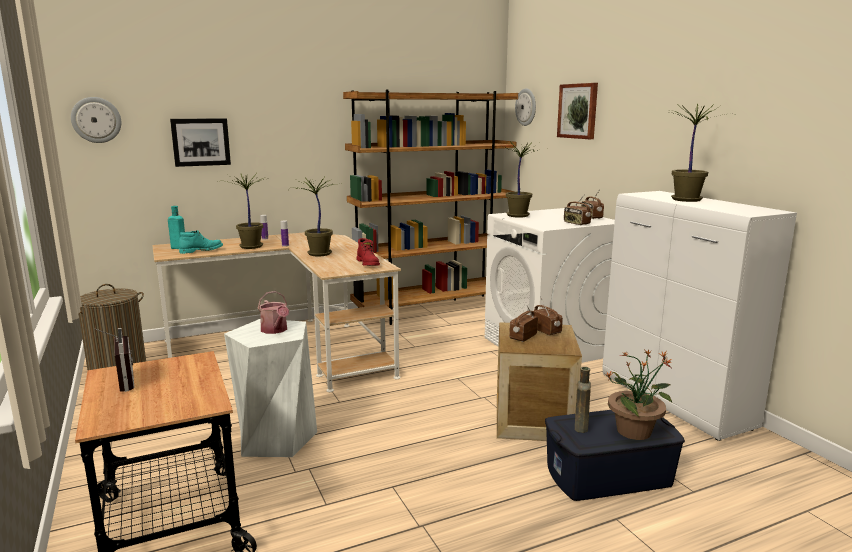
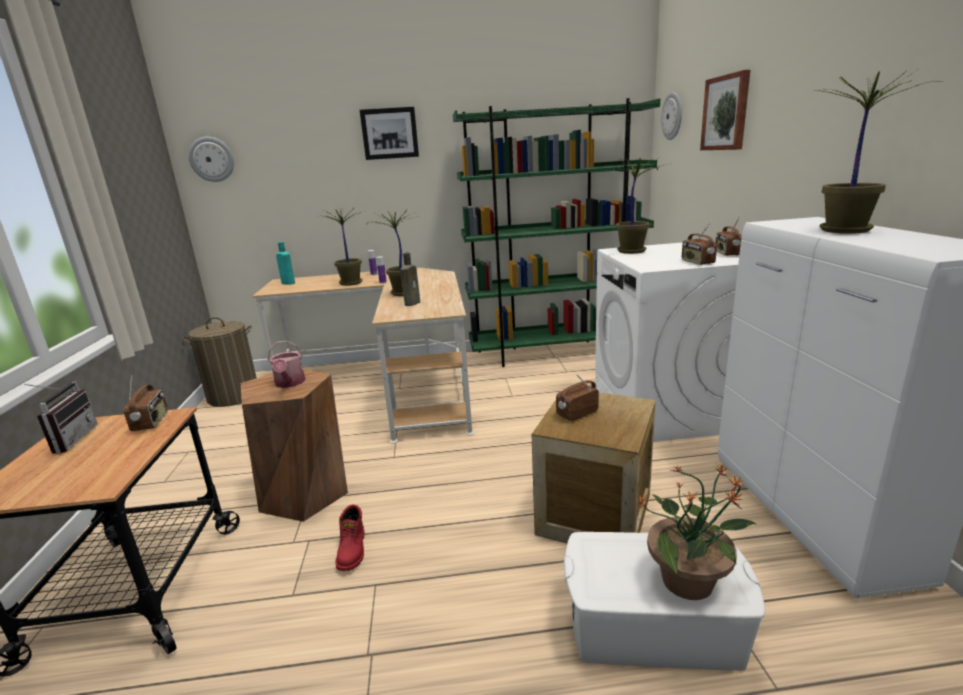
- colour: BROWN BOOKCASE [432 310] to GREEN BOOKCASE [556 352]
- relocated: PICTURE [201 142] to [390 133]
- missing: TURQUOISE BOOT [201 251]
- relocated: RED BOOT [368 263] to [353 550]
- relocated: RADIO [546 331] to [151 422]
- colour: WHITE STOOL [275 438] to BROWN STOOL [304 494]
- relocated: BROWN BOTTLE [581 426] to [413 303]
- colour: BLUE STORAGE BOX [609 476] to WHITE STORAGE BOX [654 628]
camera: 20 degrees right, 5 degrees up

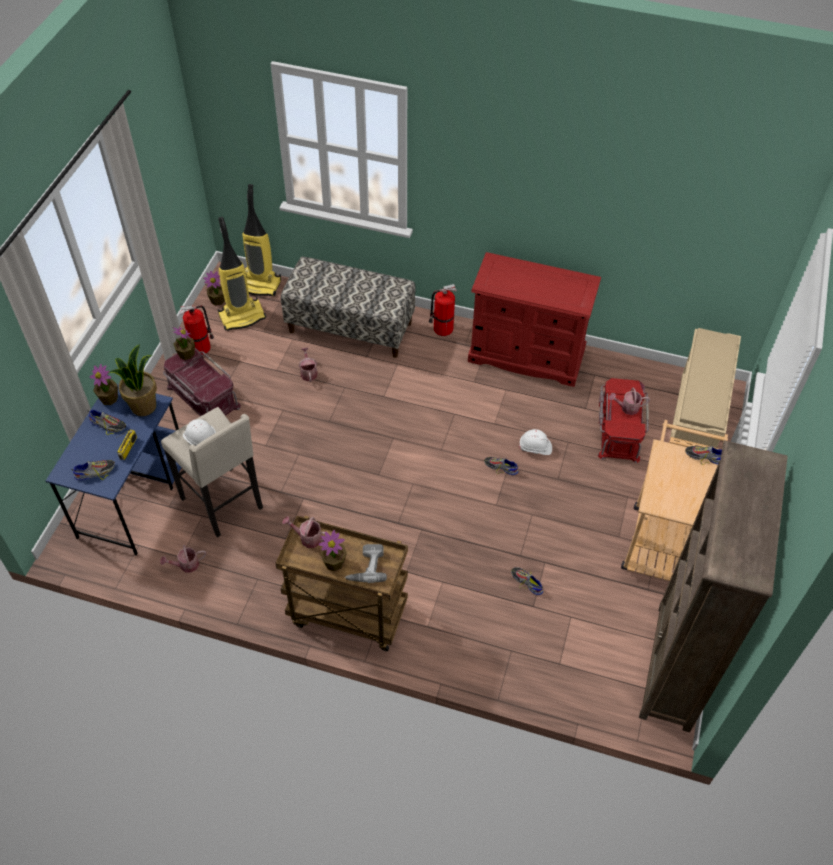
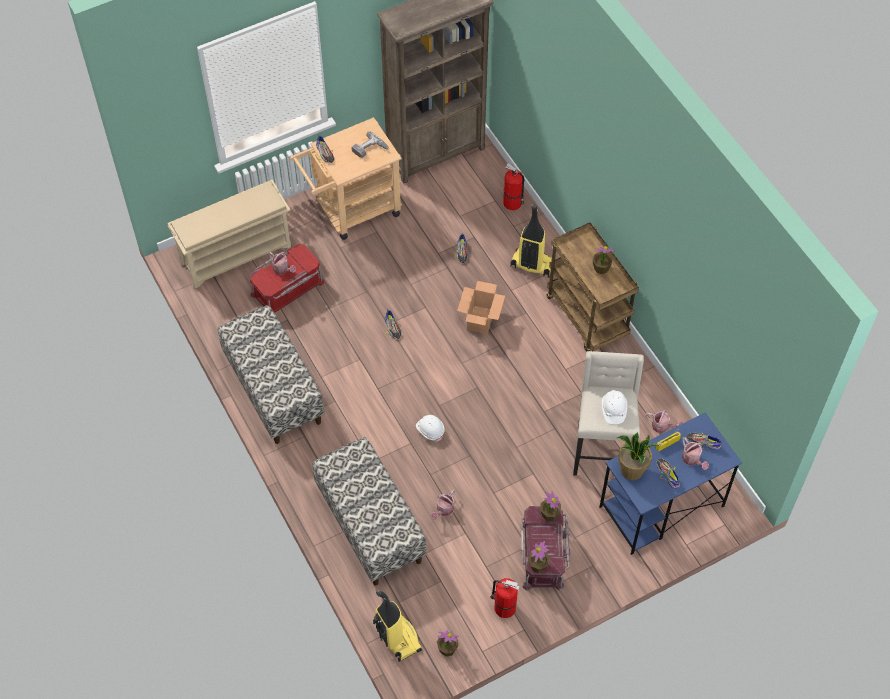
- relocated: VACUUM CLEANER [242 316] to [532 265]
- exchanged: RED DRESSER [526 355] to BENCH [273 390]
- relocated: FIRE EXTINGUISHER [442 329] to [513 203]
- relocated: POTTED PLANT [109 398] to [549 514]
- relocated: WHITE HARD HAT [535 447] to [430 430]
- relocated: WATERING CAN [308 538] to [692 460]
- relocated: POWER DRILL [366 566] to [370 149]
- appeared: CARDBOARD BOX [480 319]
camera: 135 degrees left, 5 degrees up

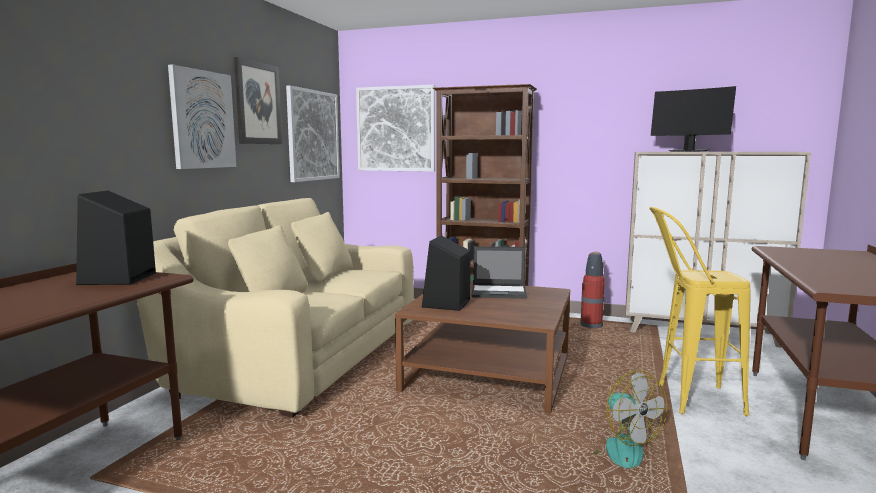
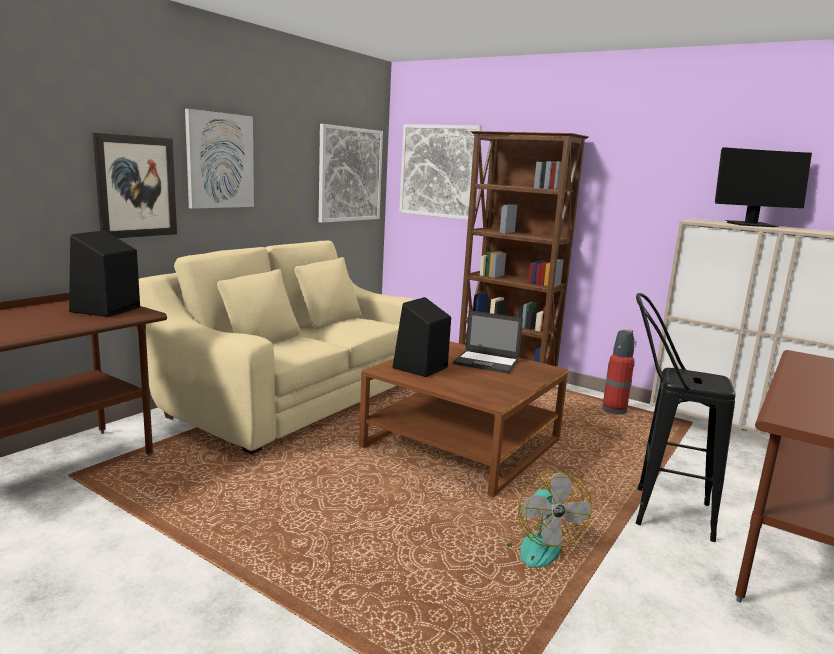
- relocated: PICTURE [258 103] to [136 186]
- spun: MONITOR [688 151] = [751 225] 60 degrees counterclockwise
- colour: YELLOW STOOL [686 399] to BLACK STOOL [657 510]
camera: 15 degrees right, 5 degrees up

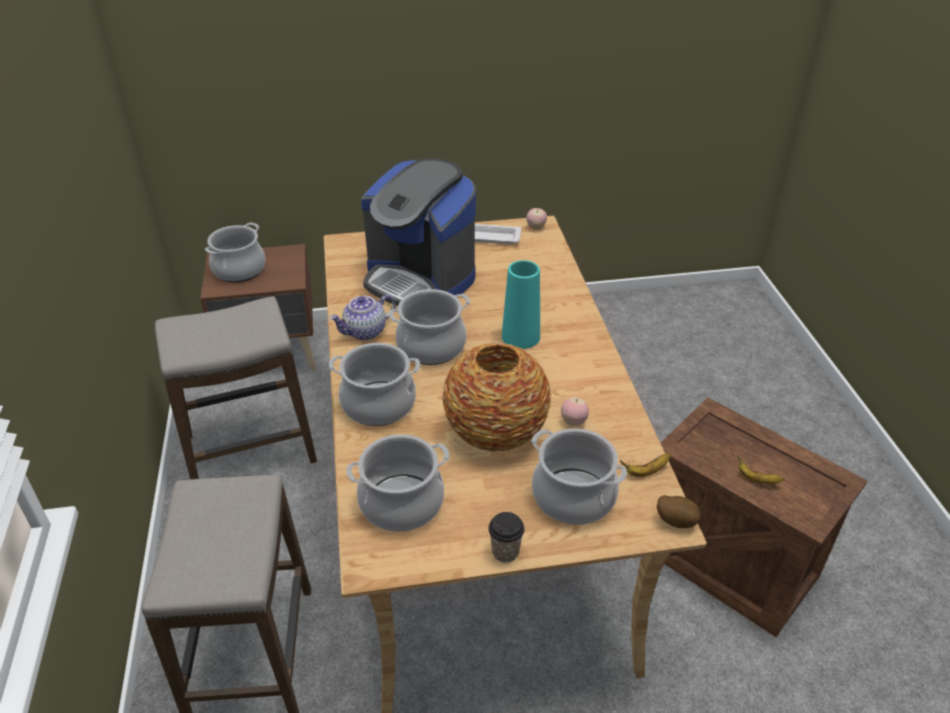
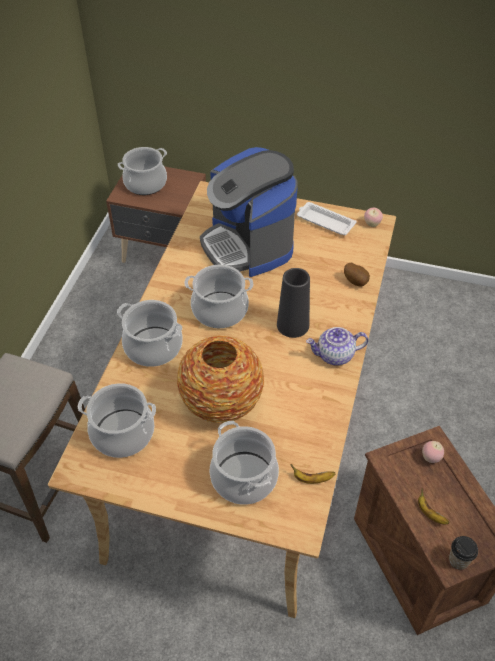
- colour: TURQUOISE VASE [520 336] to BLACK VASE [293 325]
- relocated: TEAPOT [365 332] to [335 355]
- missing: STOOL [250 449]
- relocated: APPLE [573 422] to [430 458]
- relocated: POTATO [675 521] to [356 281]
- relocated: CUP [505 551] to [458 560]
camera: 25 degrees right, 10 degrees up

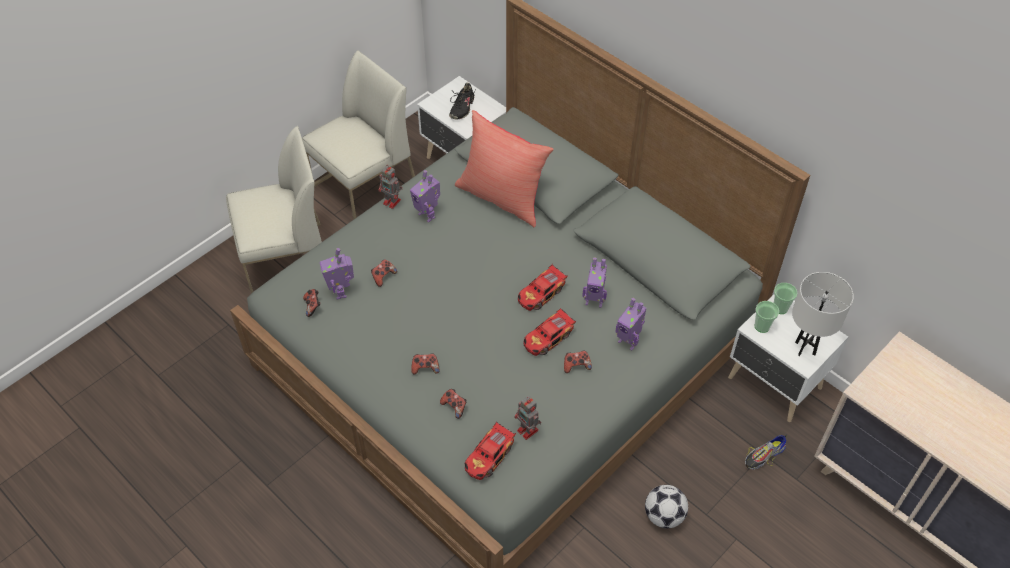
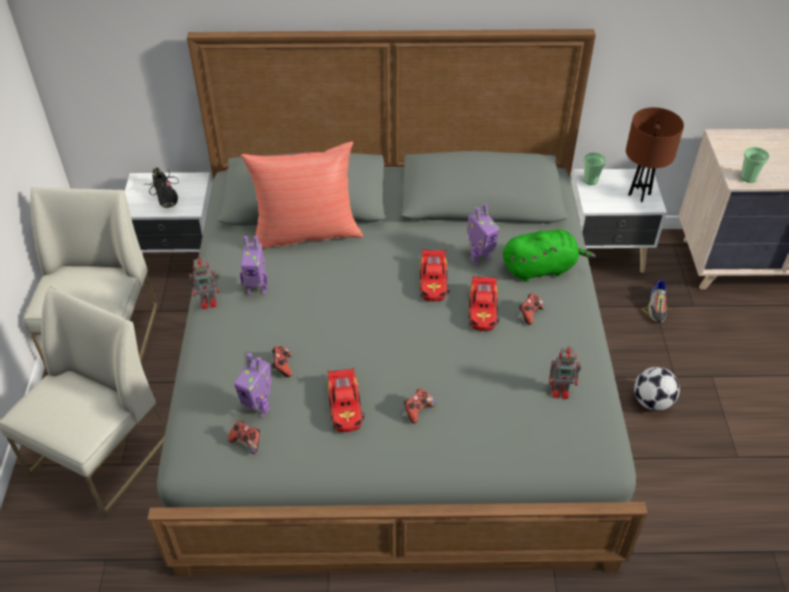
- colour: WHITE TABLE LAMP [805 348] to BROWN TABLE LAMP [639 194]
- exchanged: TOY ROBOT [628 342] to GREEN PLUSH TOY [541 268]
- relocated: CUP [762 326] to [748 177]
- missing: GAME CONTROLLER [454 407]
- relocated: TOY CAR [489 457] to [346 407]
camera: 45 degrees left, 5 degrees down

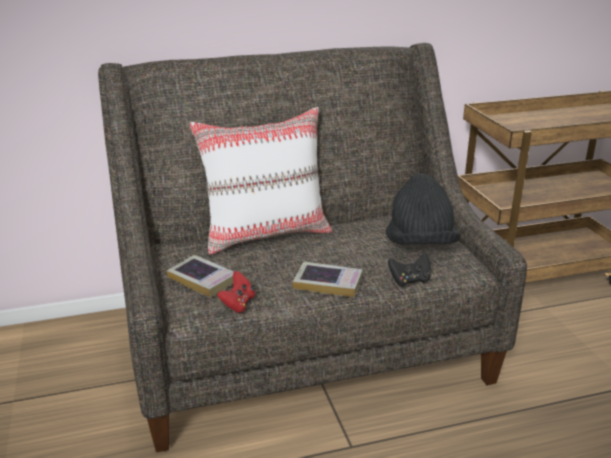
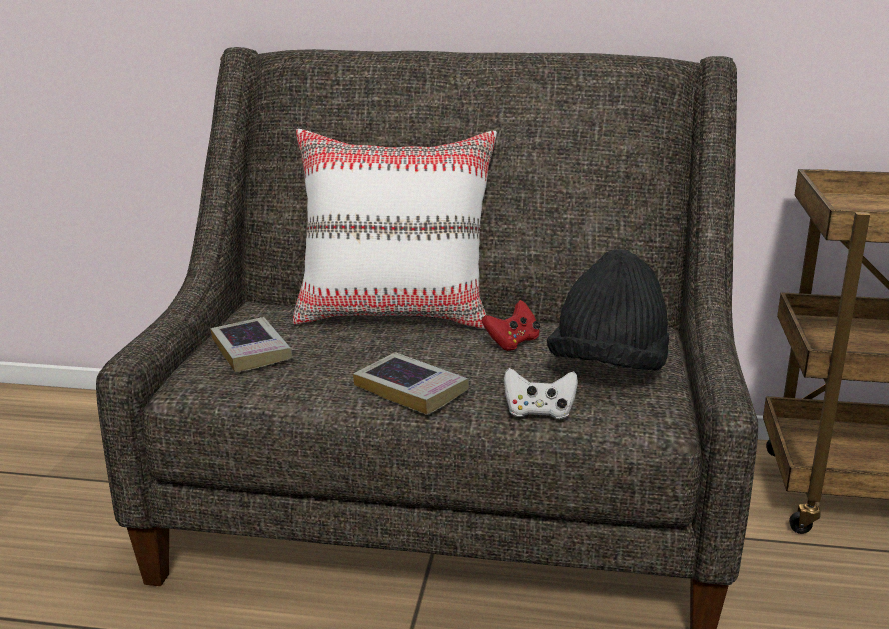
- colour: BLACK GAME CONTROLLER [410 280] to WHITE GAME CONTROLLER [539 412]
- relocated: RED GAME CONTROLLER [238 304] to [512 343]
camera: 25 degrees right, 5 degrees down

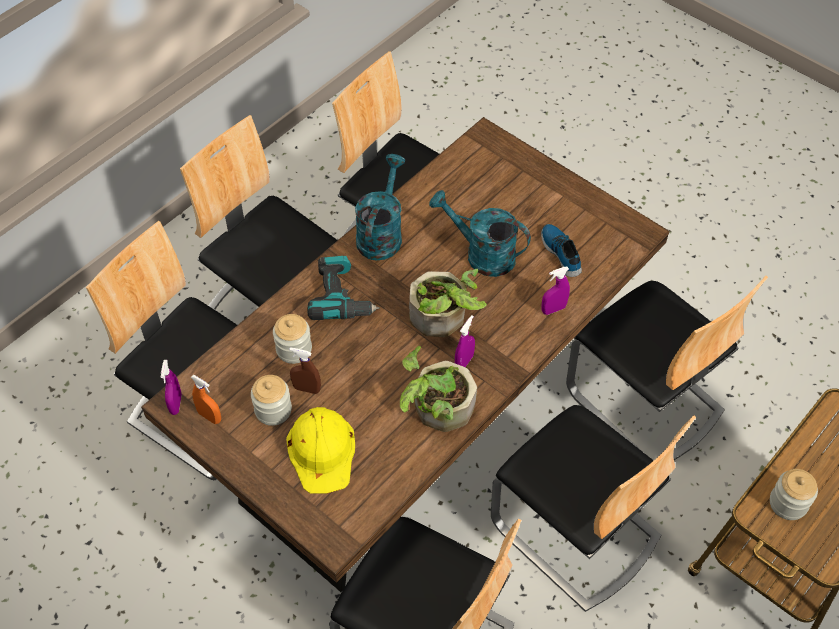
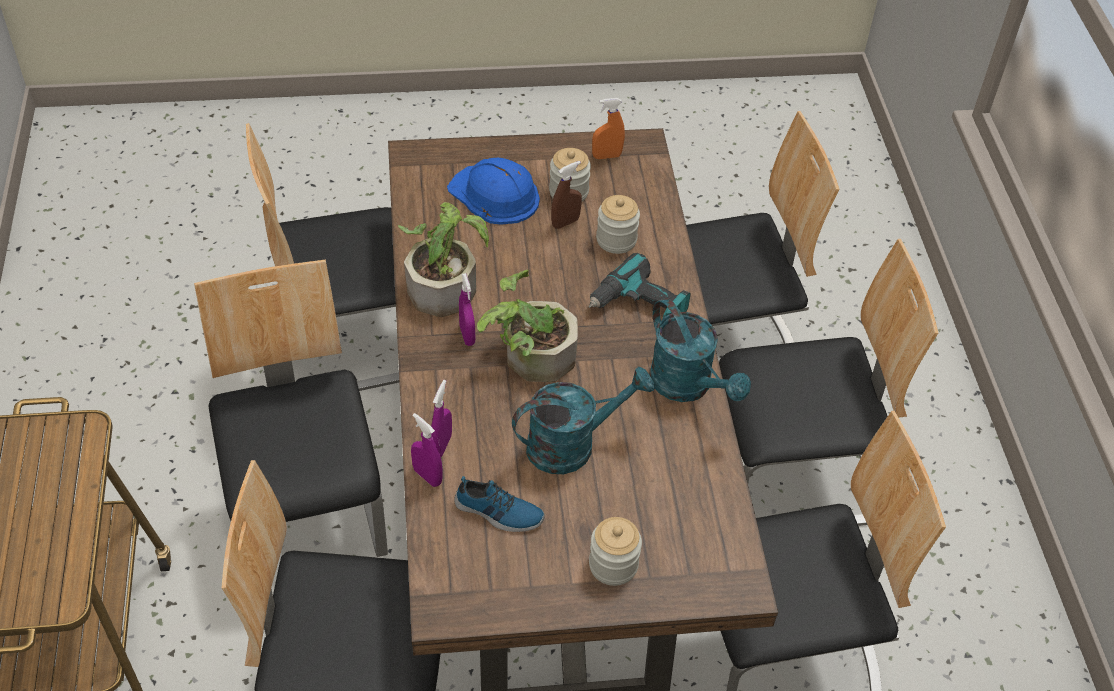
- relocated: PURPLE SPRAY BOTTLE [176 404] to [427 476]
- spun: CHAIR [575 531] = [307 512] 75 degrees clockwise
- colour: YELLOW HARD HAT [322 451] to BLUE HARD HAT [495 195]
- relocated: JAR [788 503] to [613 565]
camera: 130 degrees right, 5 degrees down

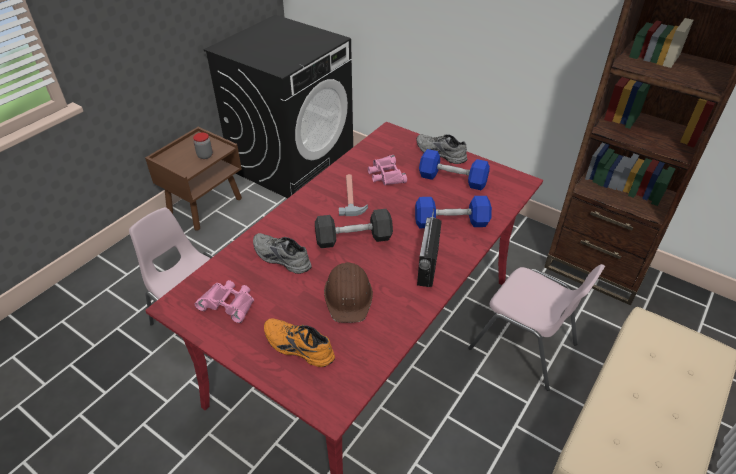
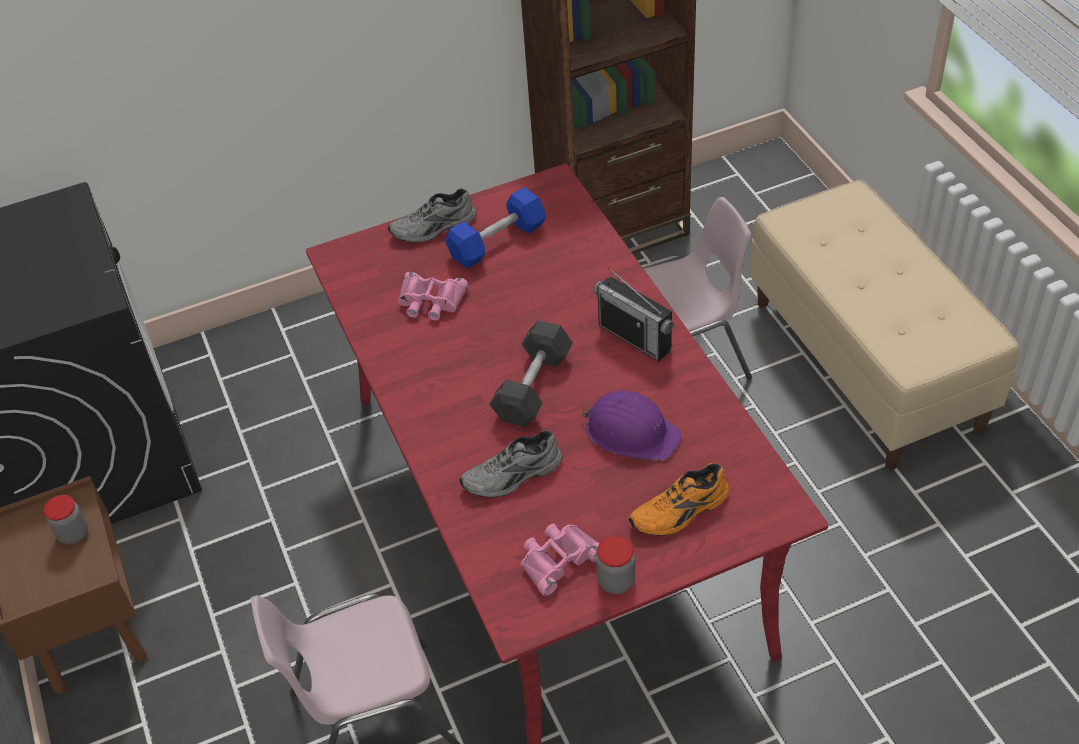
- missing: HAMMER [352 196]
- missing: BLUE DUMBBELL [451 222]
- colour: BROWN HARD HAT [348 296] to PURPLE HARD HAT [631 432]
- appeared: JAR [616 581]
camera: 55 degrees left, 5 degrees up

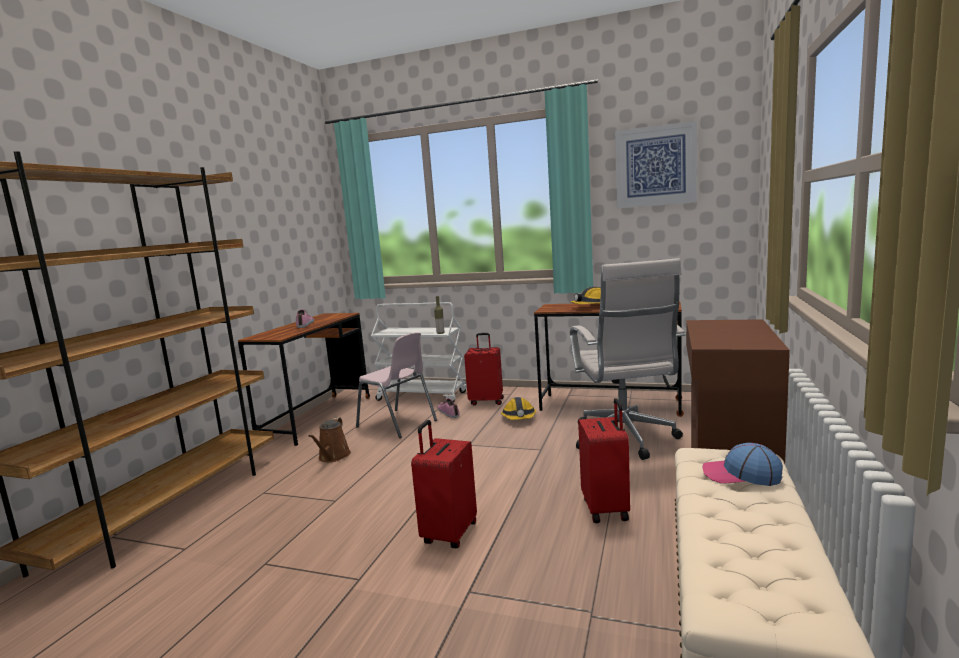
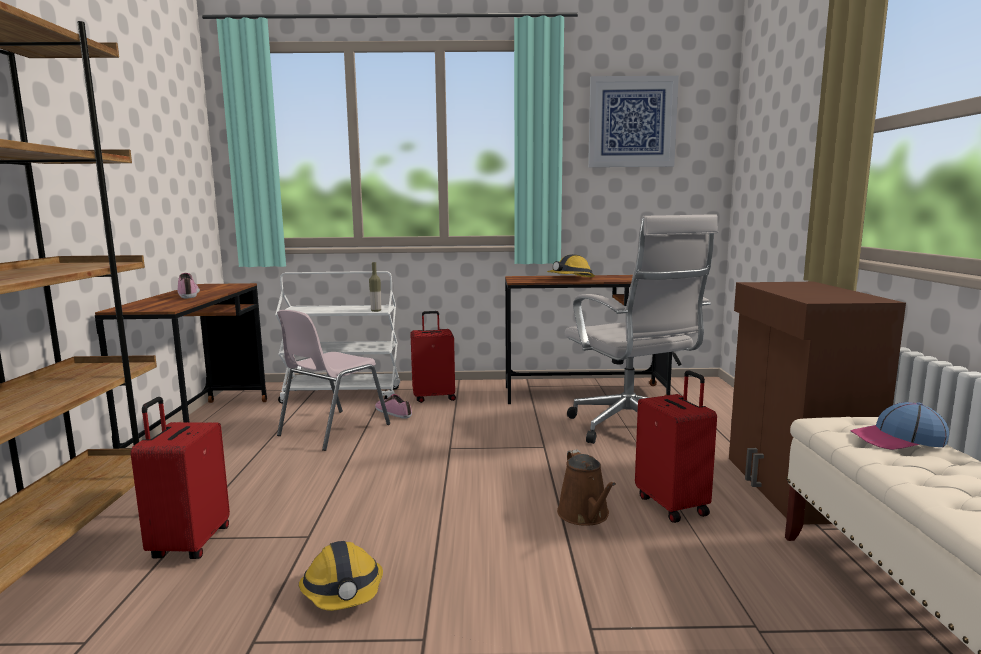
- spun: PINK CHAIR [397 424] = [332 430] 105 degrees clockwise
- relocated: HARD HAT [519 418] to [343 591]
- relocated: BROWN WATERING CAN [333 457] to [585 515]
- relocated: RED SUITCASE [448 534] to [189 544]
camera: 20 degrees left, 0 degrees up

